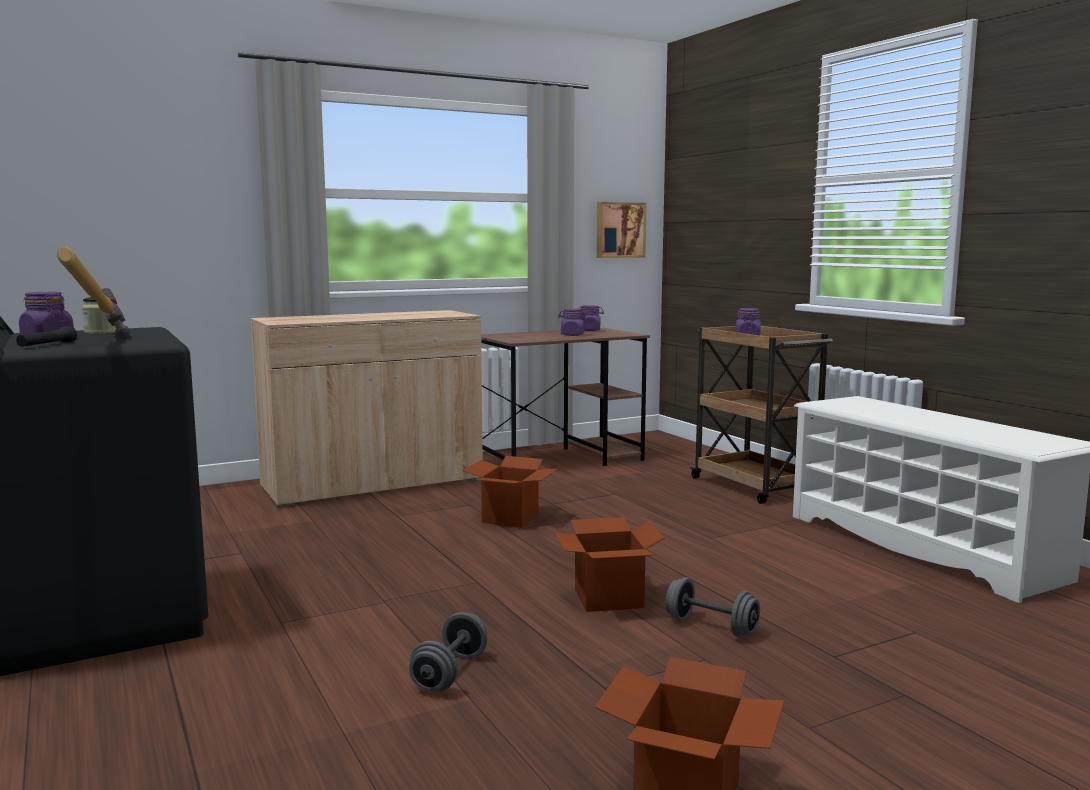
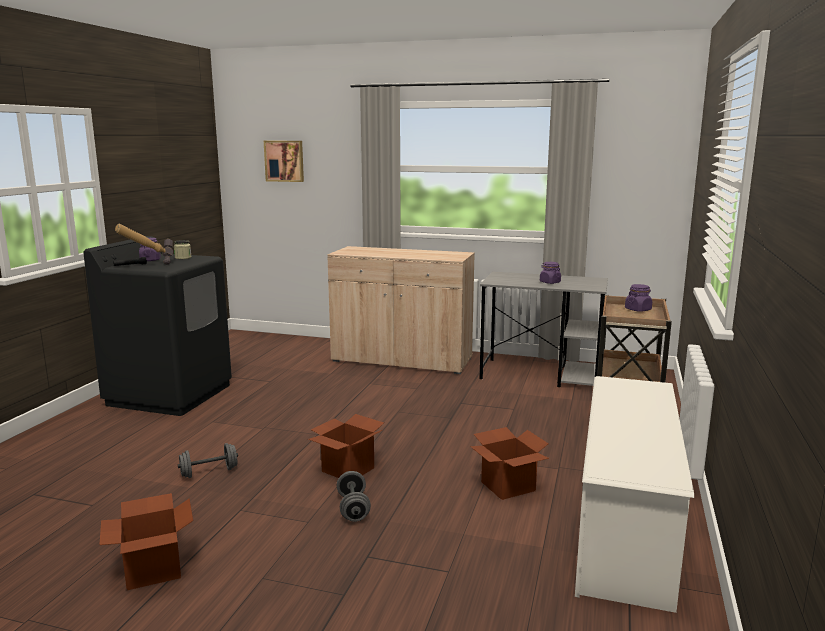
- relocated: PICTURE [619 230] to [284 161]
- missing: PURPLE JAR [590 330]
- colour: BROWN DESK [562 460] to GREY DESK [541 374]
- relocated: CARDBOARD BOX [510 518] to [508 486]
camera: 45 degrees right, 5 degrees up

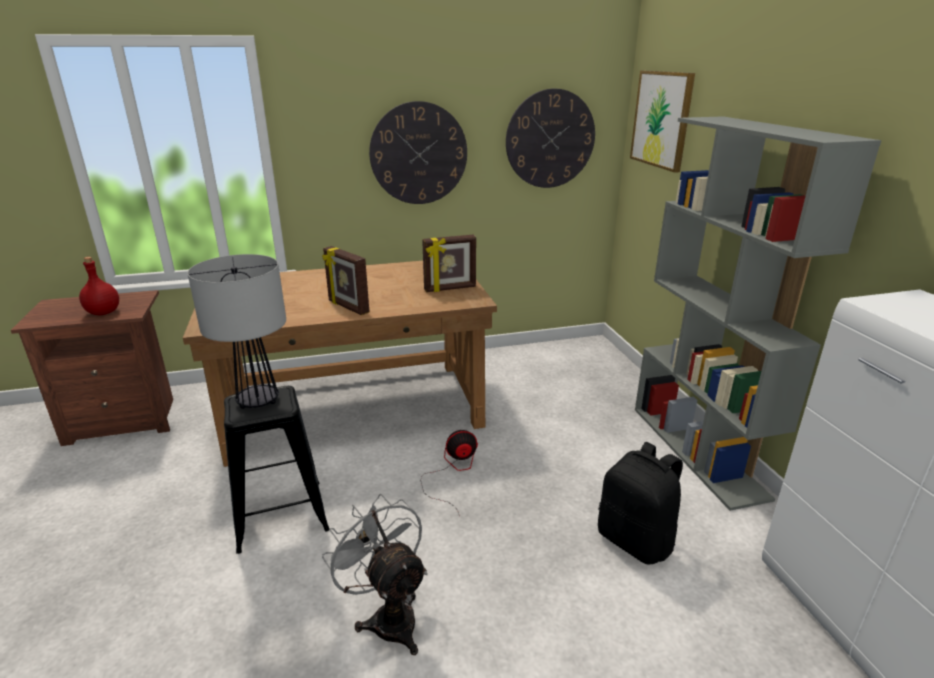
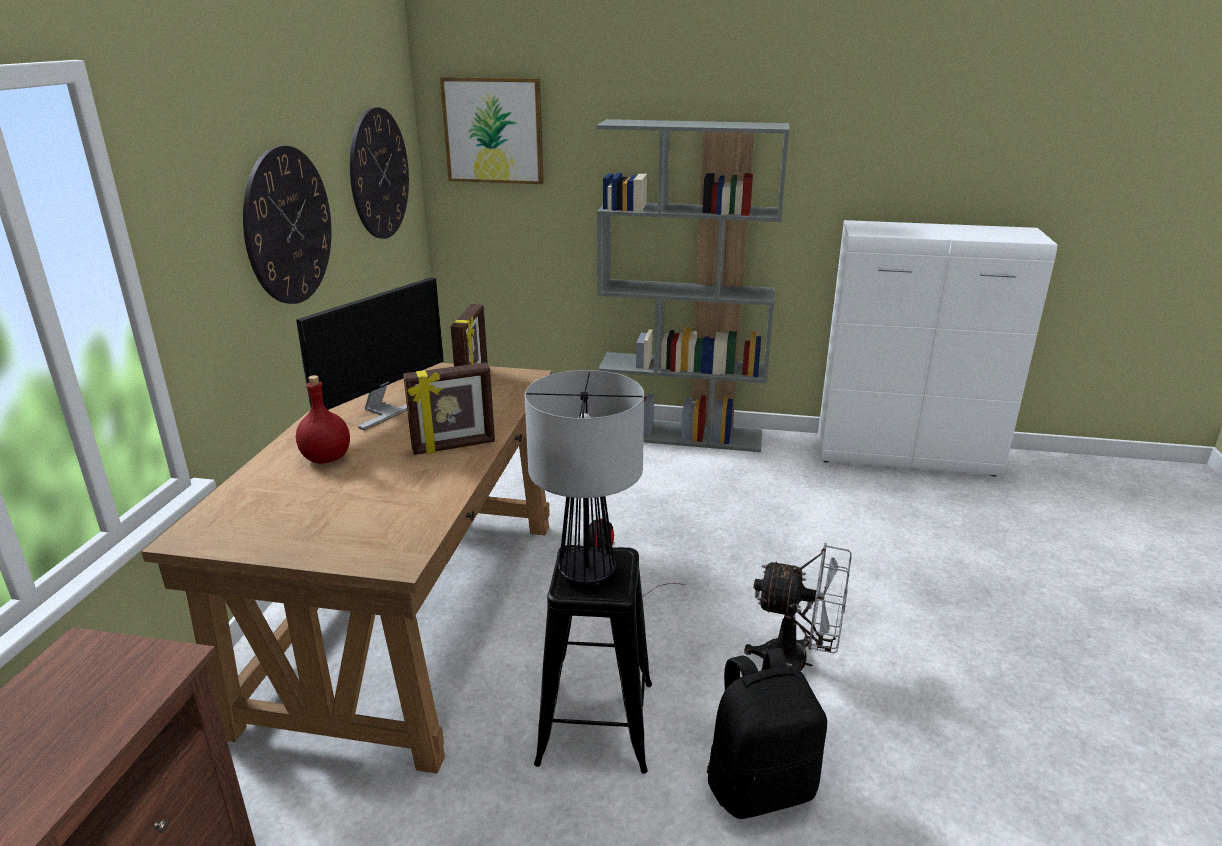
- relocated: RED BOTTLE [104 313] to [327 458]
- relocated: BLACK BACKPACK [636 540] to [760 786]
- spun: GREY FAN [388 616] = [798 663] 150 degrees counterclockwise
- appeared: MONITOR [383 411]
camera: 65 degrees left, 0 degrees up

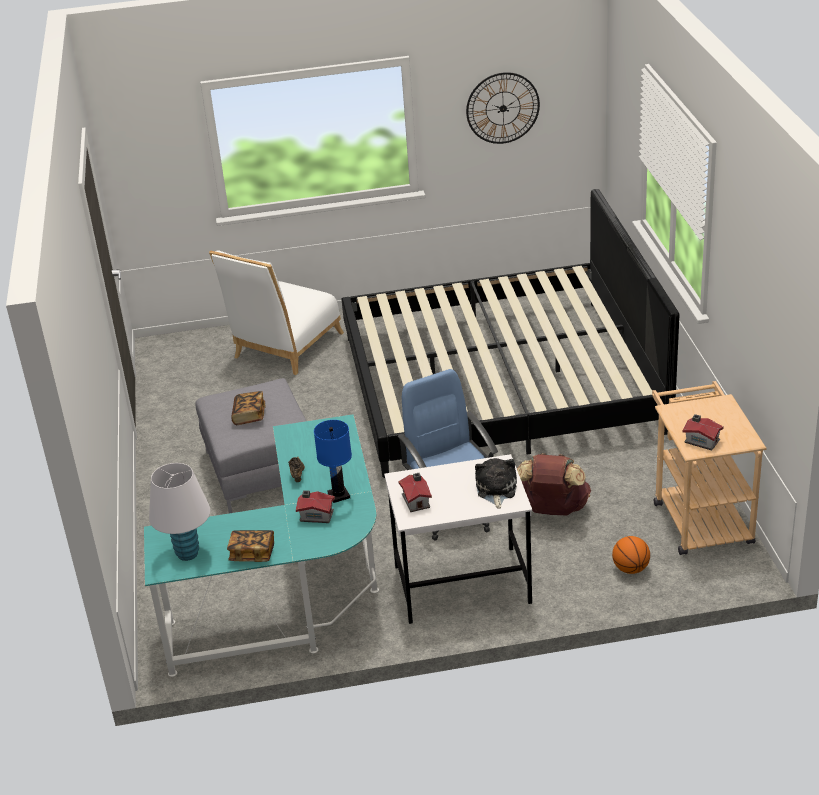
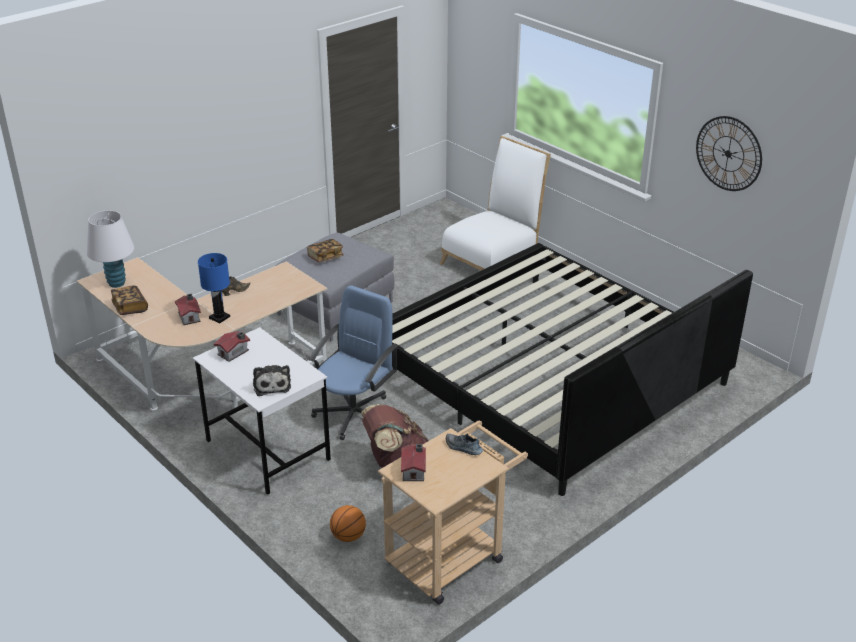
- spun: WHITE CHAIR [284 348] = [493 259] 135 degrees clockwise
- colour: TURQUOISE DESK [296 597] to BEIGE DESK [206 378]
- spun: PLUSH TOY [496 490] = [272 385] 105 degrees clockwise
- appeared: SHOE [463 448]
camera: 55 degrees right, 0 degrees up

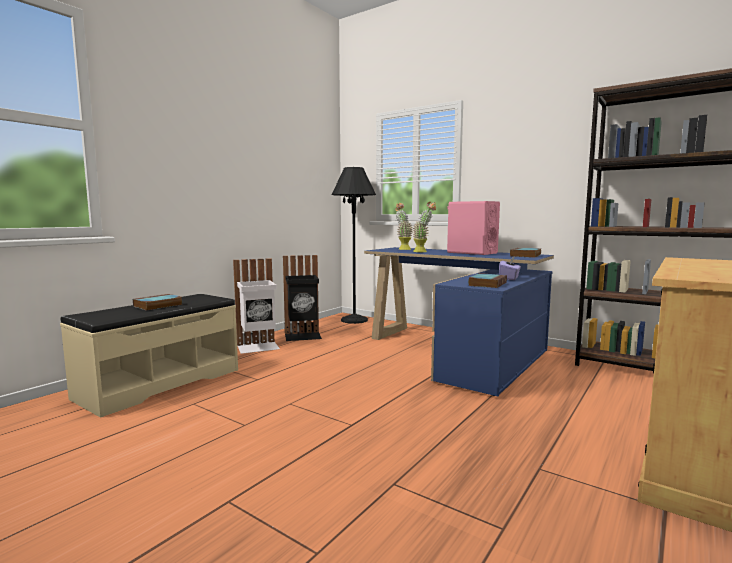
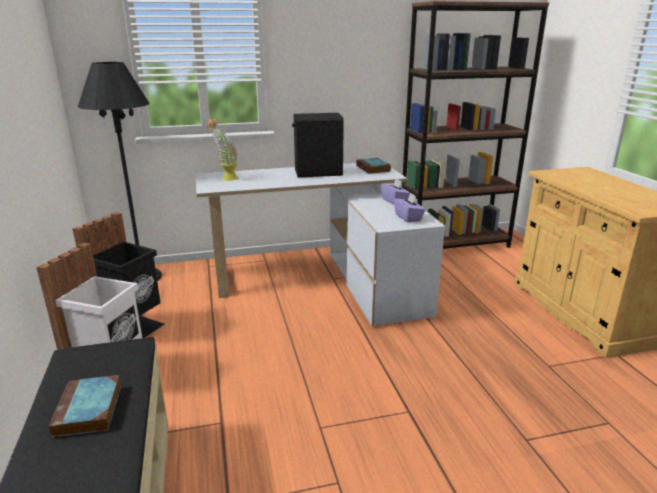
- colour: PINK SPEAKER [471 253] to BLACK SPEAKER [317 172]
- missing: POTTED PLANT [423 252]
- colour: BLUE DESK [458 352] to WHITE DESK [325 280]
- exchanged: BOOK [487 284] to PURPLE TISSUE BOX [408 217]
camera: 50 degrees left, 15 degrees up

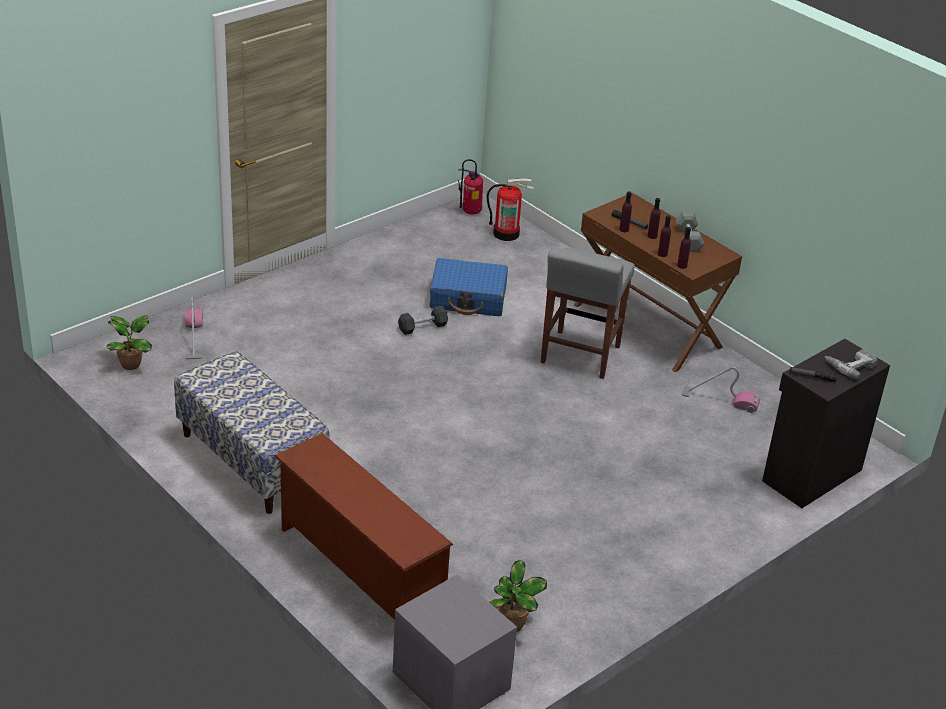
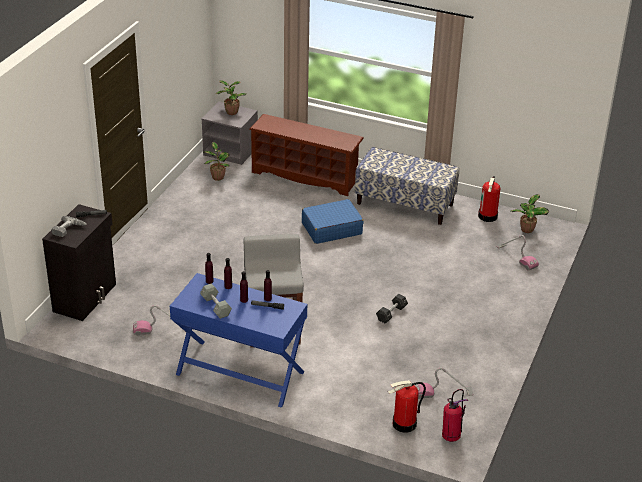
- colour: BROWN DESK [648 325] to BLUE DESK [239 373]
- relocated: BLUE SUITCASE [468 298] to [331 229]
- appeared: POTTED PLANT [231 112]
- appeared: FIRE EXTINGUISHER [488 216]
- appeared: VACUUM CLEANER [443 393]
camera: 155 degrees right, 0 degrees up

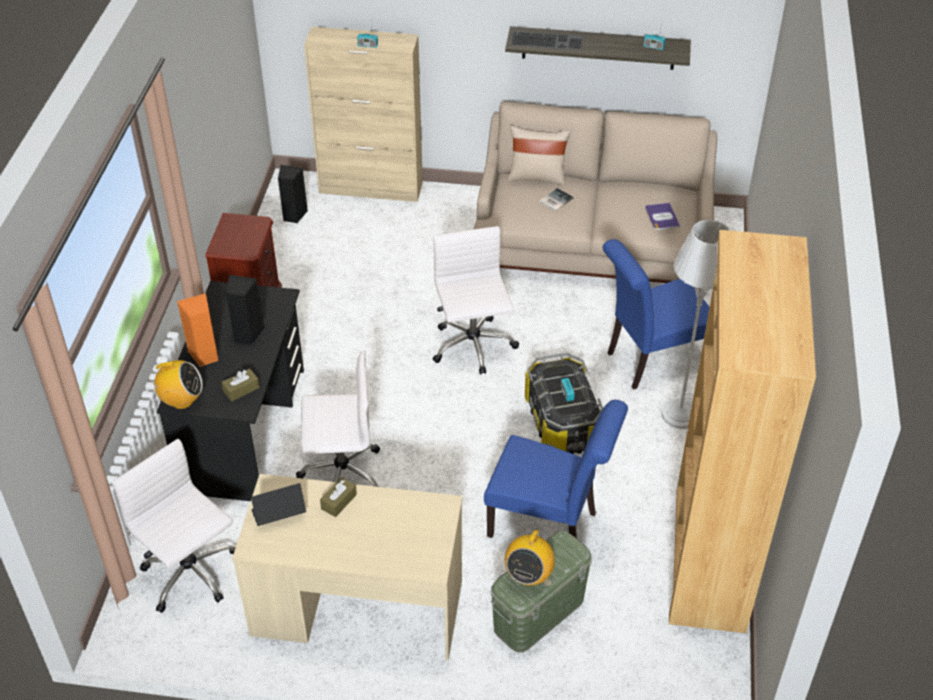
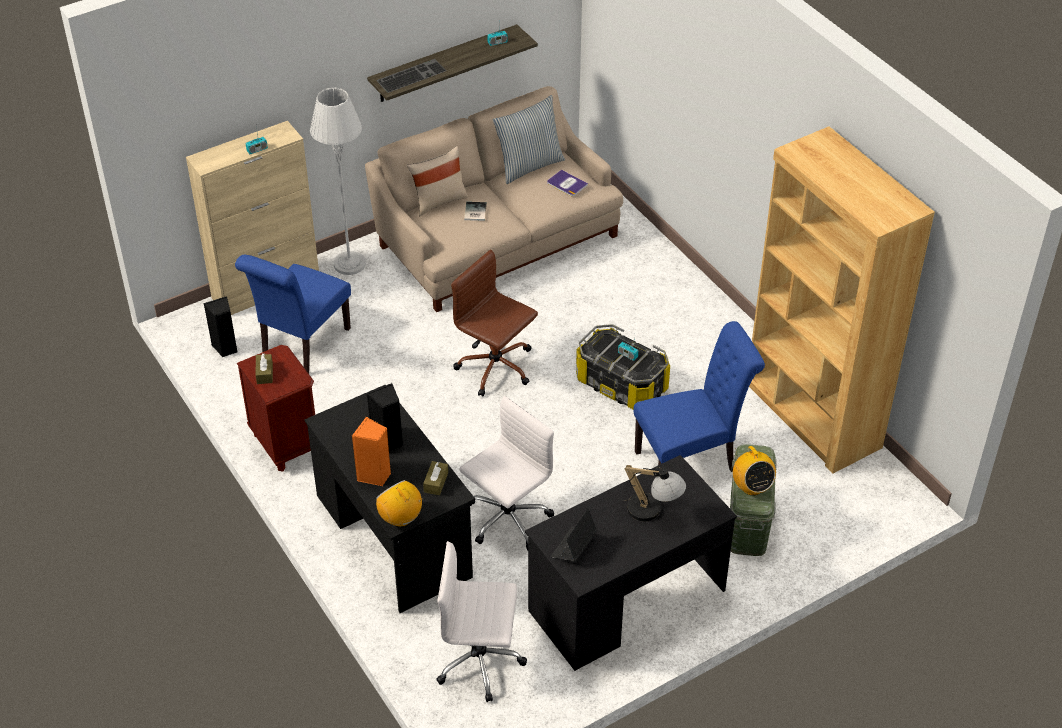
- relocated: GREY FLOOR LAMP [680 414] to [349 264]
- colour: WHITE OFFICE CHAIR [473 347] to BROWN OFFICE CHAIR [496 368]
- relocated: BLUE CHAIR [650 361] to [302 347]
- spun: RADIO [181 401] = [400 518] 90 degrees counterclockwise
- colour: BEIGE DESK [357 608] to BLACK DESK [626 601]
- relocated: BROWN TISSUE BOX [339 501] to [264 373]
- appeared: PILLOW [529 166]
- appeared: TABLE LAMP [653 511]
camera: 40 degrees left, 0 degrees up

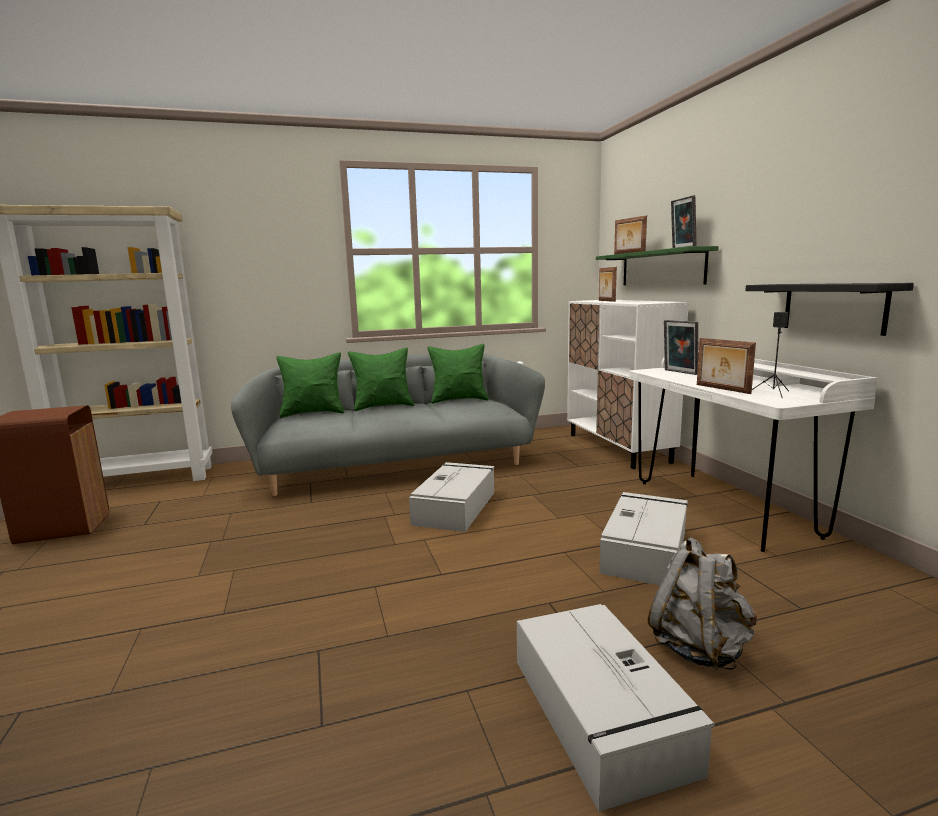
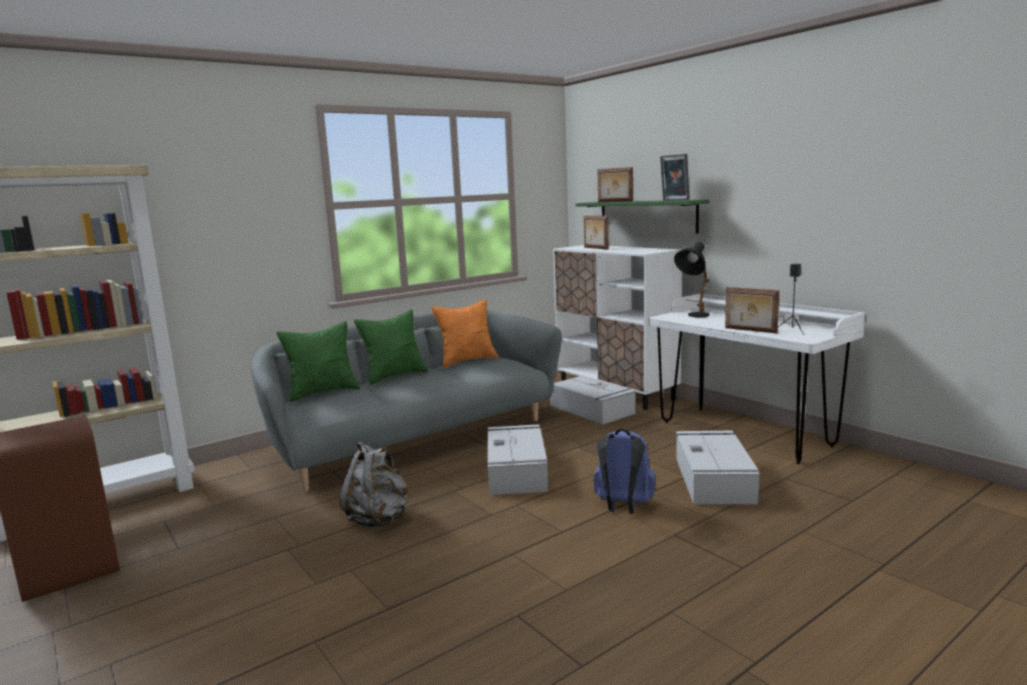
- missing: BLACK SHELF [833 307]
- exchanged: PICTURE FRAME [679 372] to BLACK TABLE LAMP [693 316]
- colour: GREEN PILLOW [459 400] to ORANGE PILLOW [467 360]
- relocated: GREY BACKPACK [699 648] to [379 519]
- relocated: GREY STORAGE BOX [601 715] to [592 409]
- appeared: BLUE BACKPACK [623 507]
camera: 20 degrees left, 0 degrees up

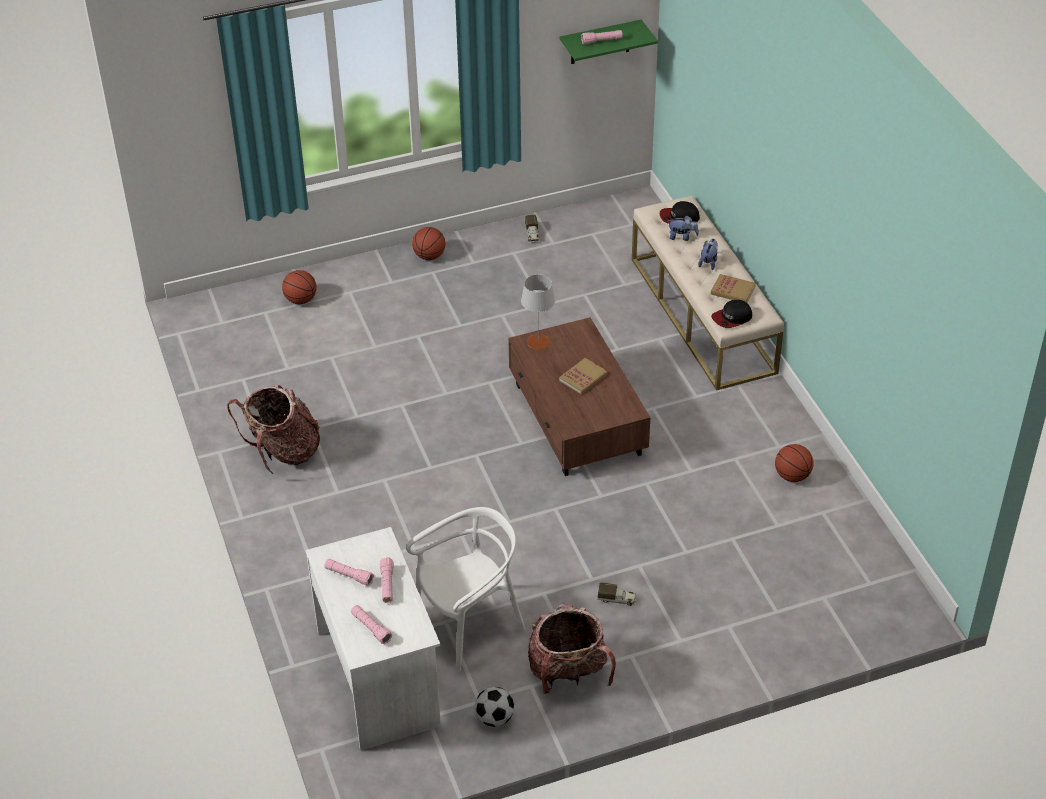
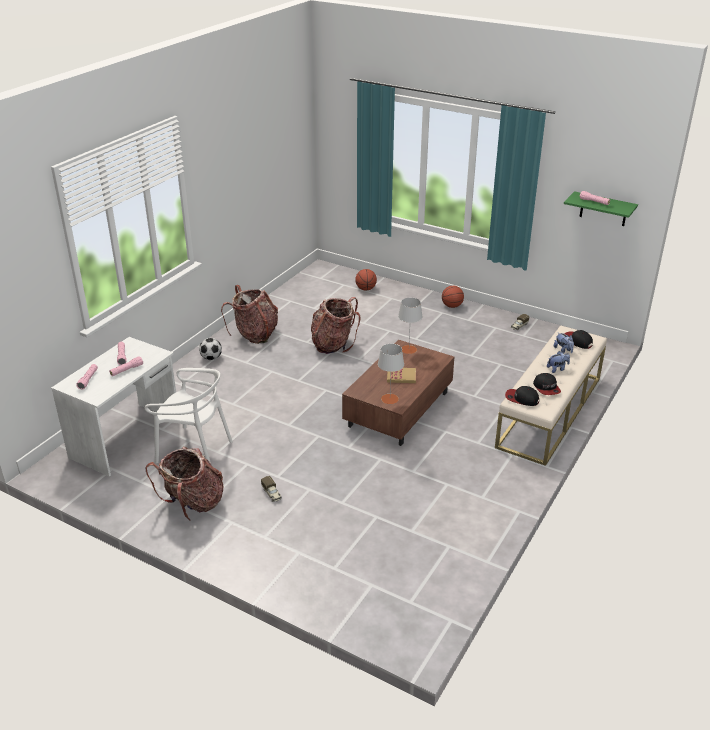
- exchanged: BOOK [732 290] to CAP [546 388]
- missing: BASKETBALL [792 476]
- relocated: FOOTBALL [494 718] to [211 358]
- appeared: BACKPACK [333 344]
- appeared: GREY TABLE LAMP [390 399]
camera: 50 degrees right, 10 degrees down

